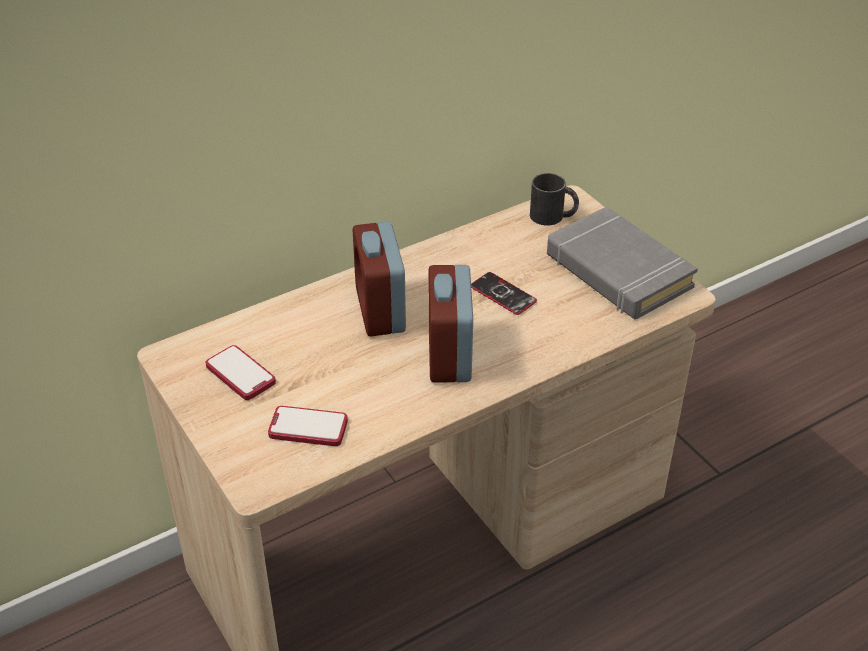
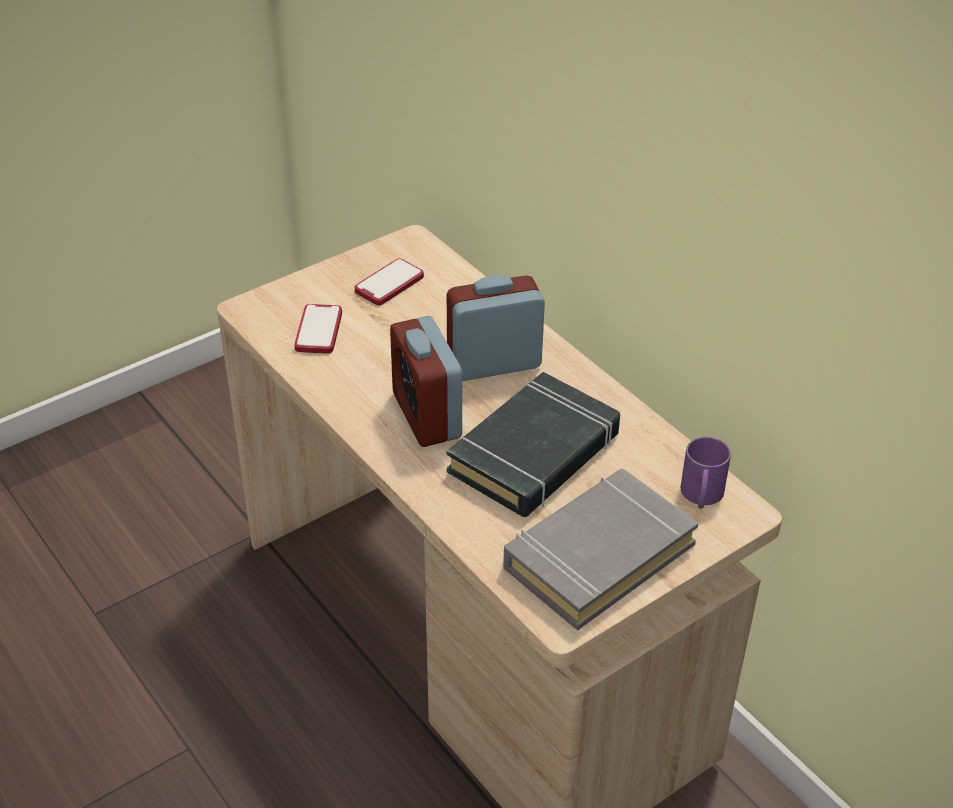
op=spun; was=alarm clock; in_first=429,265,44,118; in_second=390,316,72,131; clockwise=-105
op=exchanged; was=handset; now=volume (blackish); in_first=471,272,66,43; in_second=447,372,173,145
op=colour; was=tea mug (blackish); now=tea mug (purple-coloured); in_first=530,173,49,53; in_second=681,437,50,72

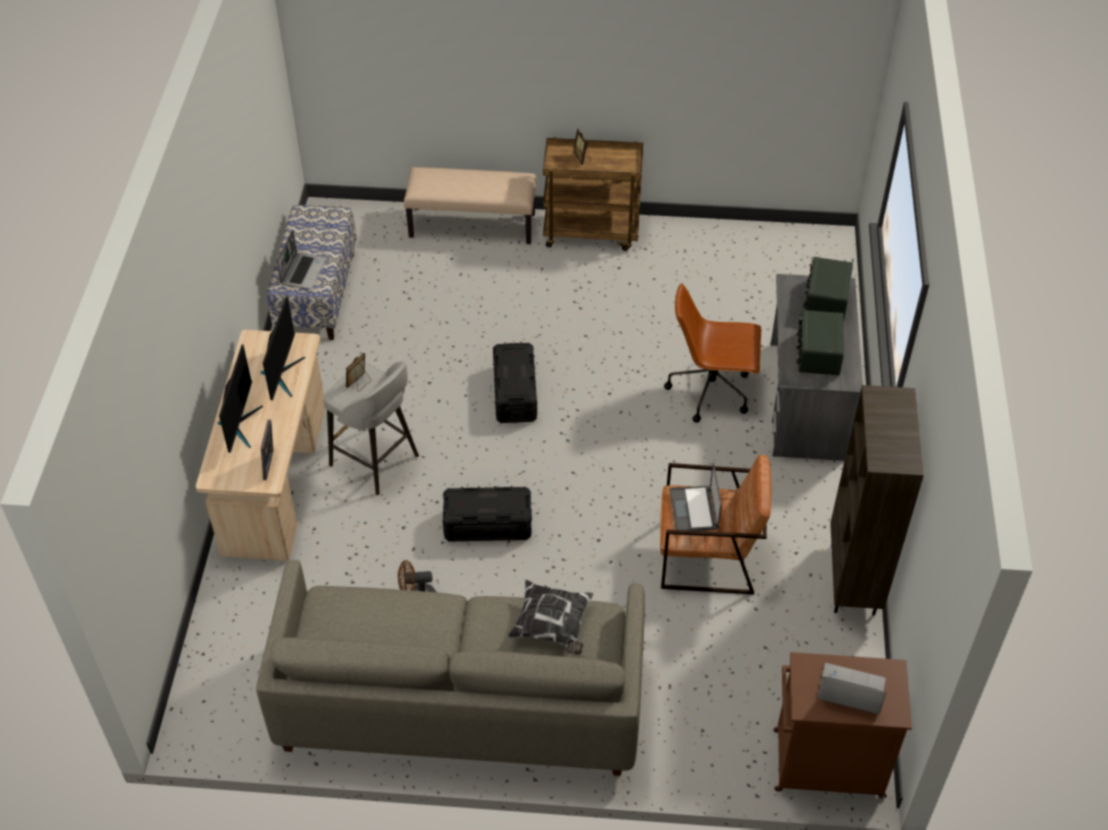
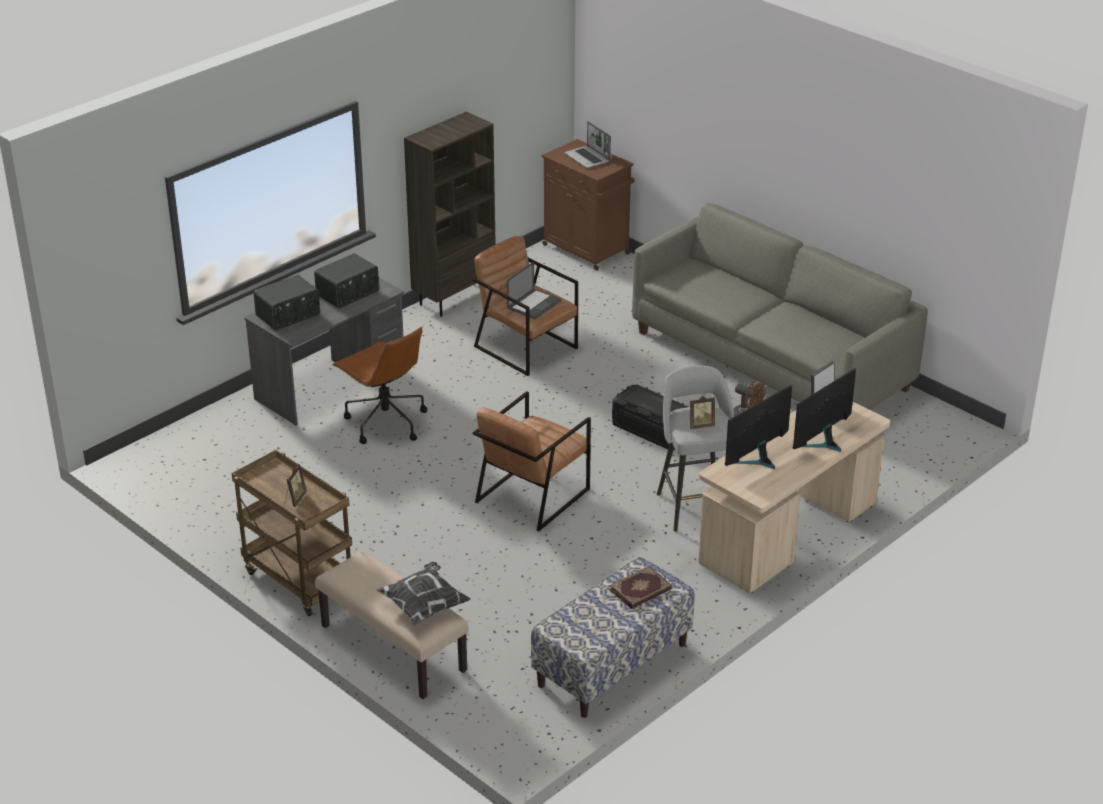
op=relocated; was=pillow; in_first=508,580,85,75; in_second=377,562,94,64
op=exchanged; was=storage box (blackish); now=lounge chair (brown); in_first=493,342,44,81; in_second=473,391,118,140
op=exchanged; was=laptop; now=volume; in_first=277,230,50,59; in_second=609,566,63,43

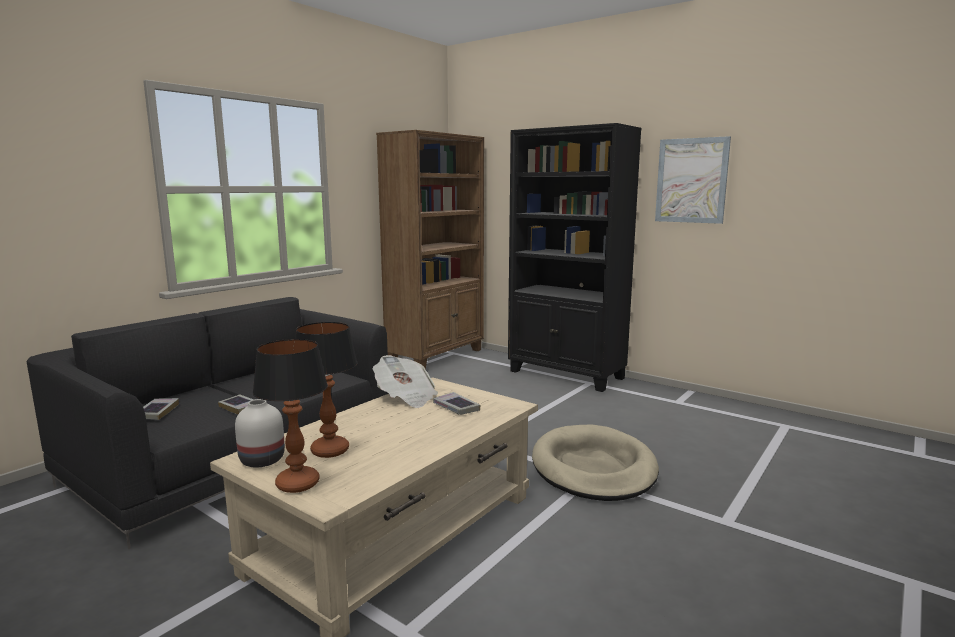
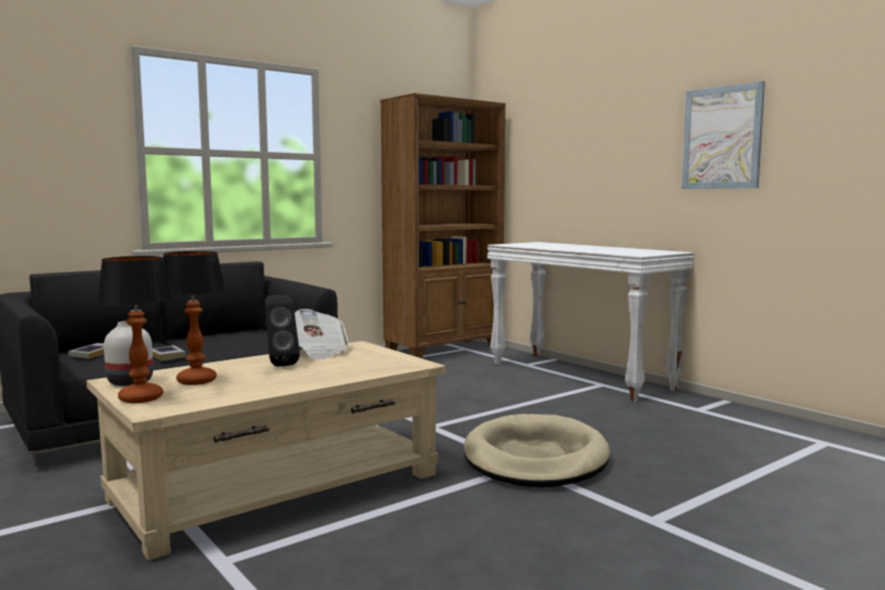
op=appeared; now=speaker (blackish); in_second=265,295,35,71
op=exchanged; was=bookcase (blackish); now=console table (whitish); in_first=508,123,134,269; in_second=487,242,207,160
op=missing; was=volume; in_first=433,392,47,23

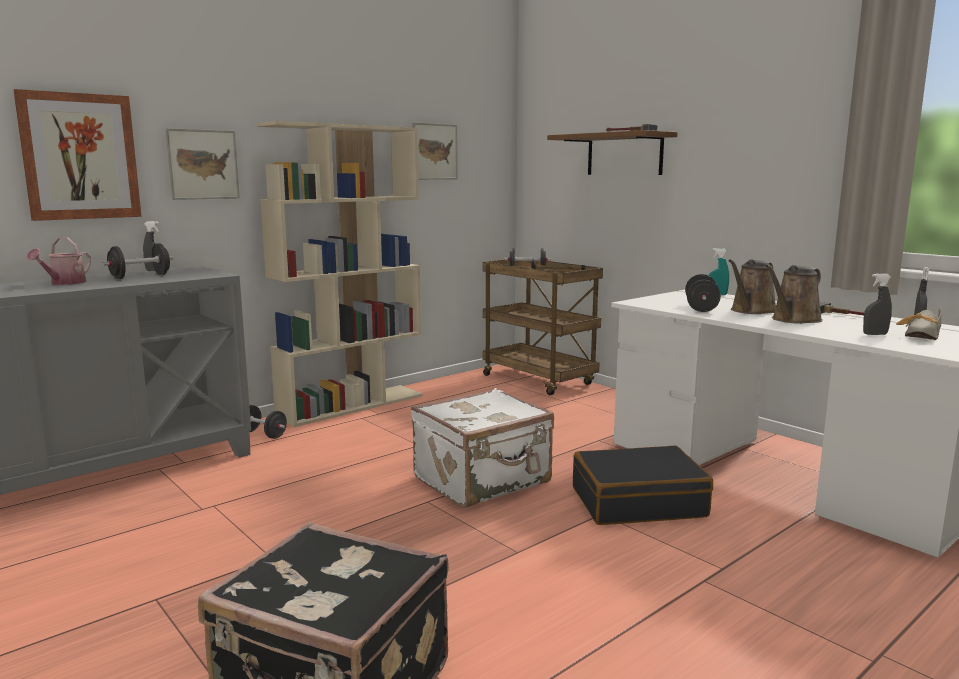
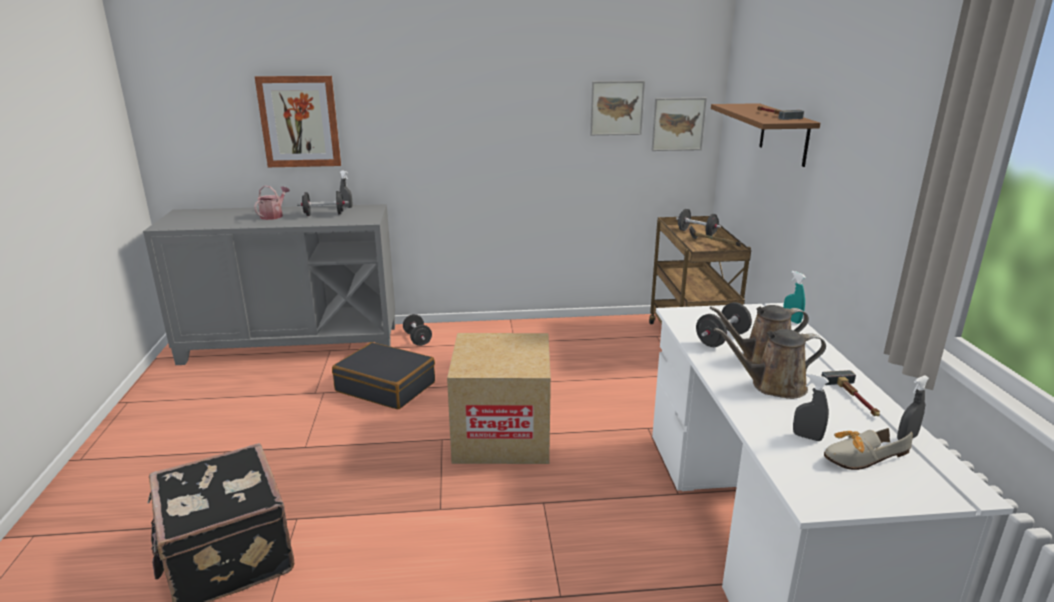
op=spun; was=watering can; in_first=27,237,64,48; in_second=254,186,36,34; clockwise=150
op=relocated; was=travel case (blackish); in_first=573,445,140,80; in_second=332,342,103,67
op=exchanged; was=travel case (whitish); now=cardboard box; in_first=411,388,143,120; in_second=447,333,104,131
op=relocated; was=wall picture; in_first=165,128,75,72; in_second=651,98,56,53
op=missing; was=bookcase (beige-coloured); in_first=255,121,167,306

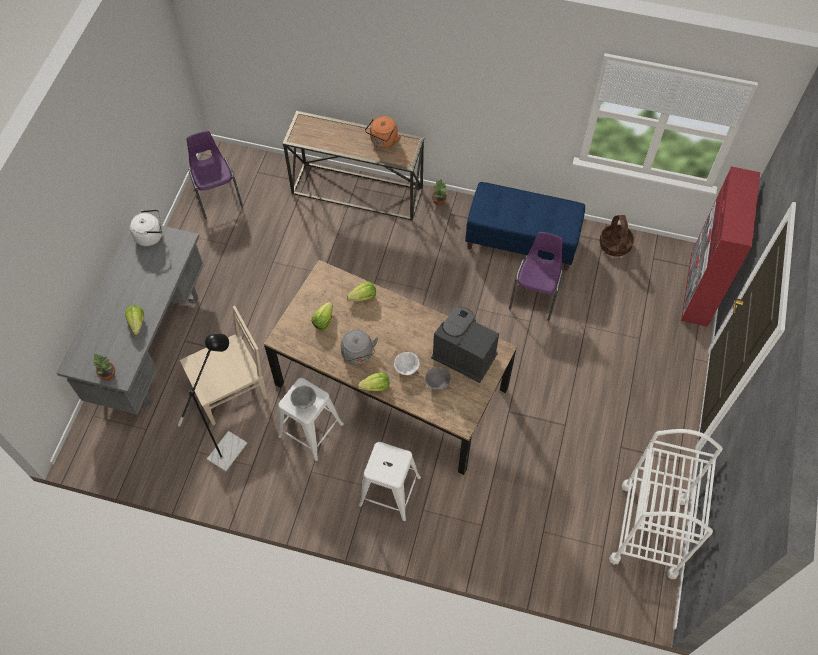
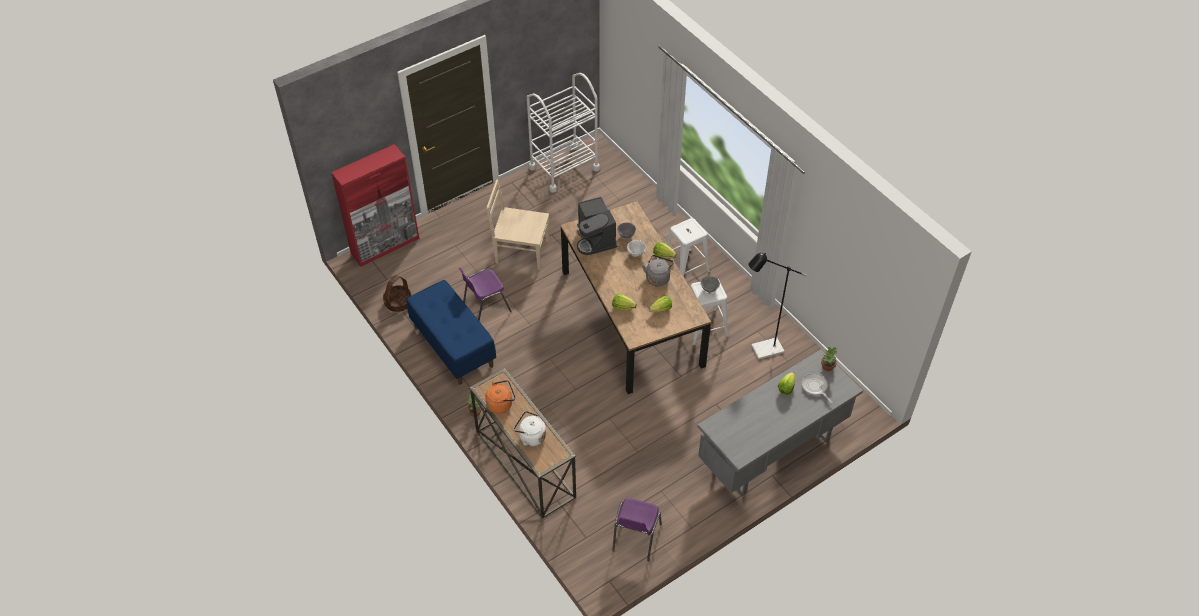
op=relocated; was=plain chair (beige-coloured); in_first=180,306,88,119; in_second=486,179,63,91
op=relocated; was=tea kettle (whitish); in_first=130,209,32,37; in_second=514,411,32,35
op=appeared; now=frying pan; in_second=801,373,31,30

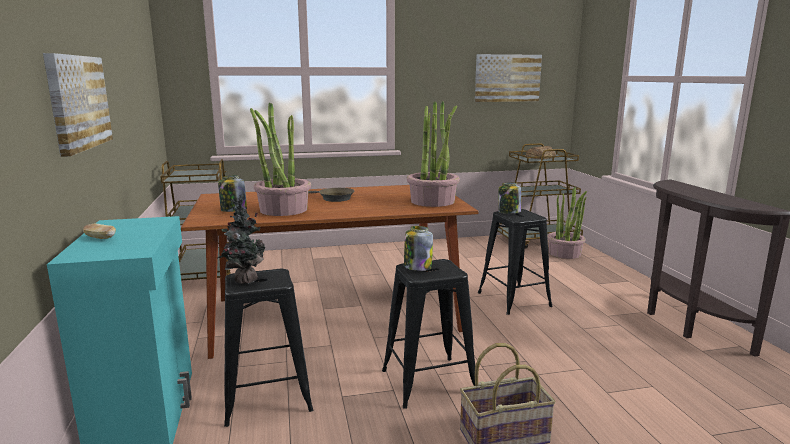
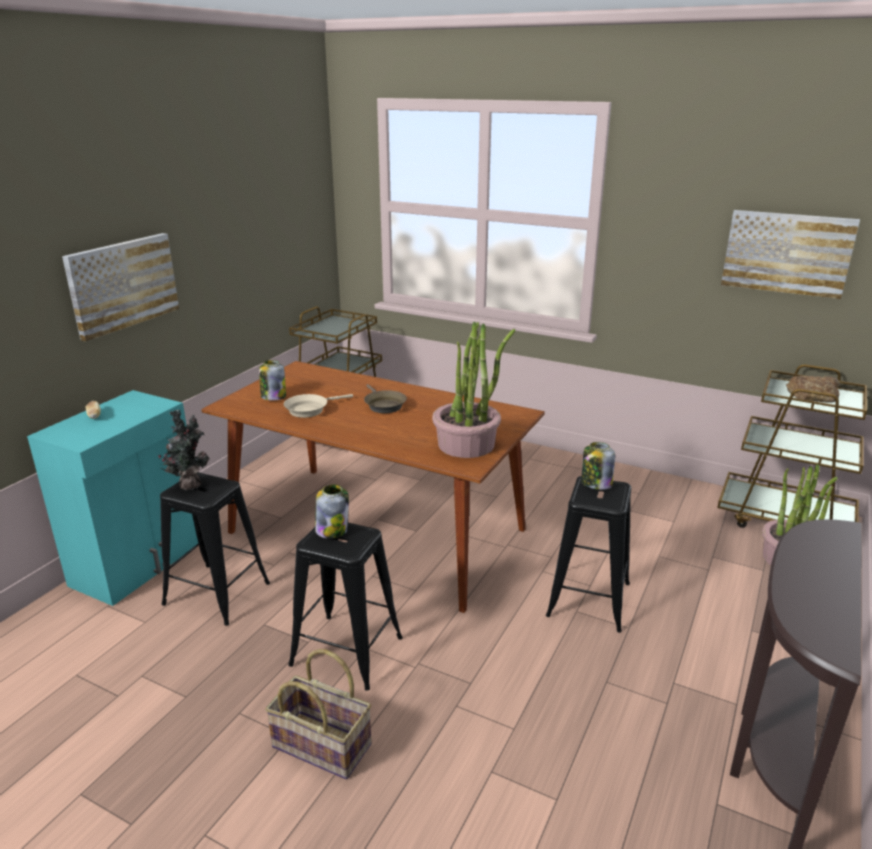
op=exchanged; was=houseplant; now=frying pan (beige-coloured); in_first=250,103,61,113; in_second=284,394,69,24

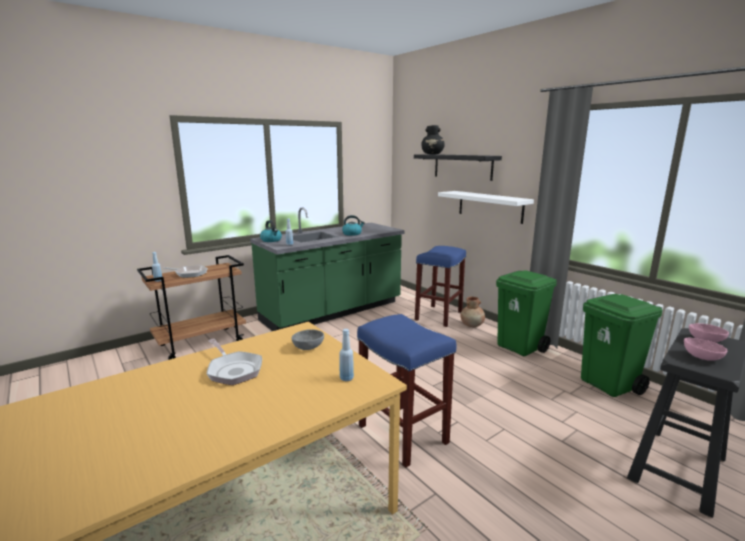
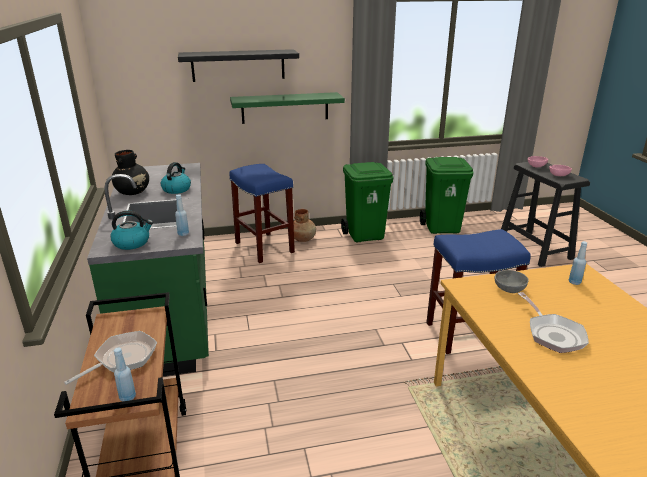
op=relocated; was=decorative vase (blackish); in_first=421,125,24,30; in_second=112,150,37,45
op=colour; was=bracket shelf (whitish); now=bracket shelf (green); in_first=438,191,96,33; in_second=230,92,115,32
op=spun; was=frying pan; in_first=207,339,55,46; in_second=518,292,71,61; clockwise=90

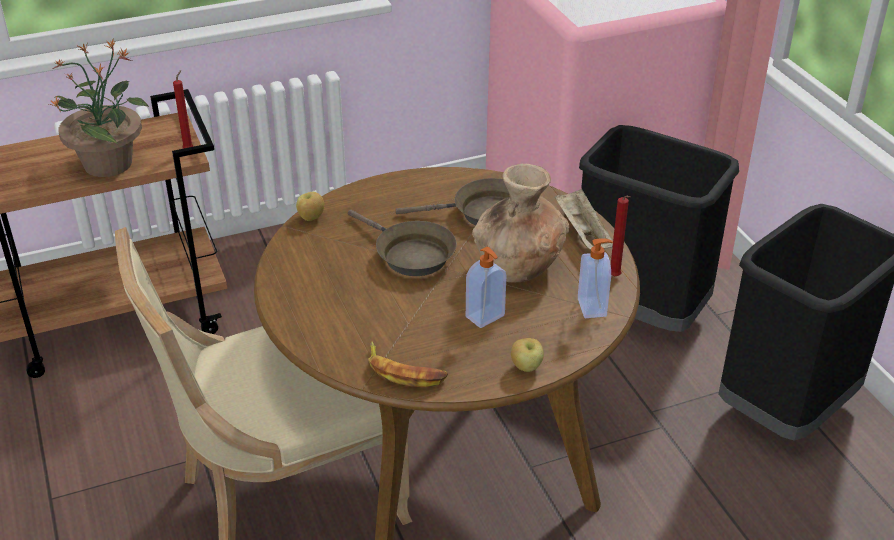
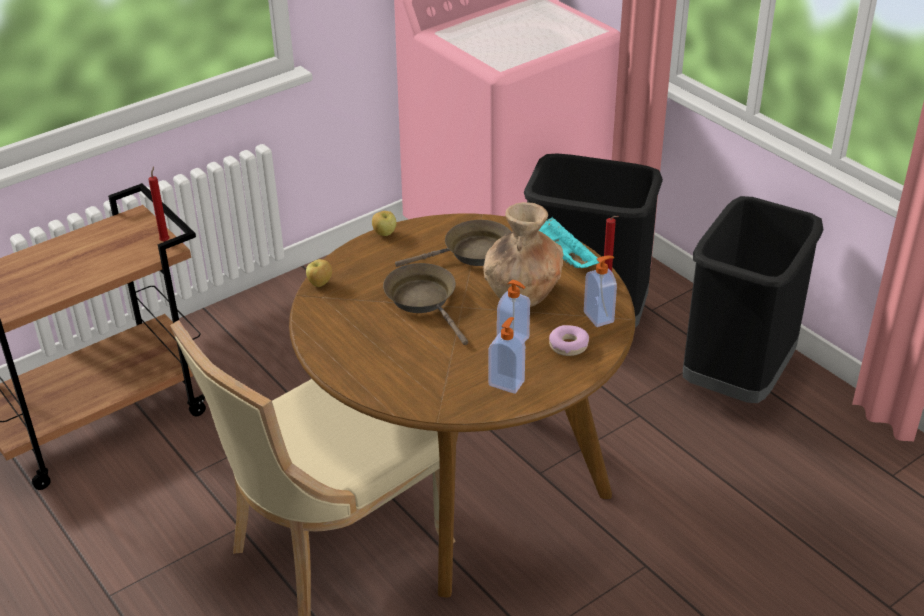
op=relocated; was=apple fruit; in_first=511,338,33,34; in_second=372,211,24,25
op=spun; was=frying pan (brown); in_first=348,210,109,66; in_second=383,263,85,82; clockwise=-150
op=appeared; now=soap bottle; in_second=489,317,36,77
op=colour; was=carrying tray (beige-coloured); now=carrying tray (turquoise-coloured); in_first=555,189,58,61; in_second=539,217,60,51
op=appeared; now=ring doughnut; in_second=549,325,40,31
op=missing; was=houseplant; in_first=49,40,101,137
op=missing; was=whole banana; in_first=368,342,80,45

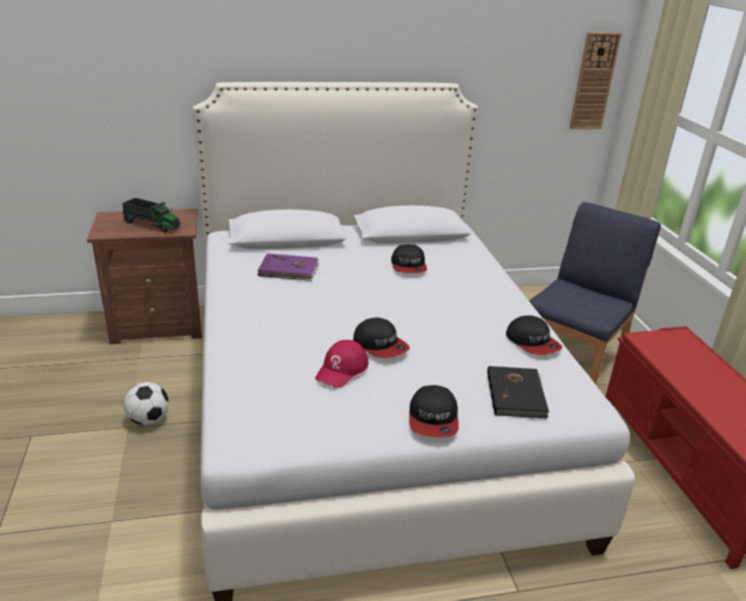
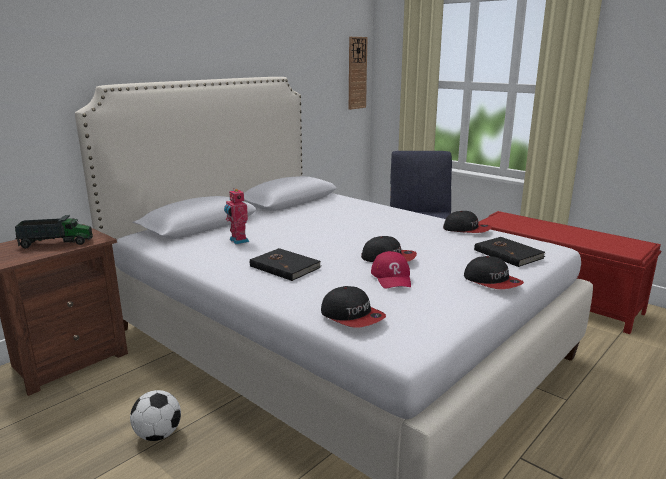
op=exchanged; was=volume (purple-coloured); now=robot figure; in_first=257,253,62,28; in_second=224,188,25,56
op=appeared; now=volume (blackish); in_second=250,248,71,33
op=relocated; was=baseball cap; in_first=391,244,36,29; in_second=321,286,65,41

